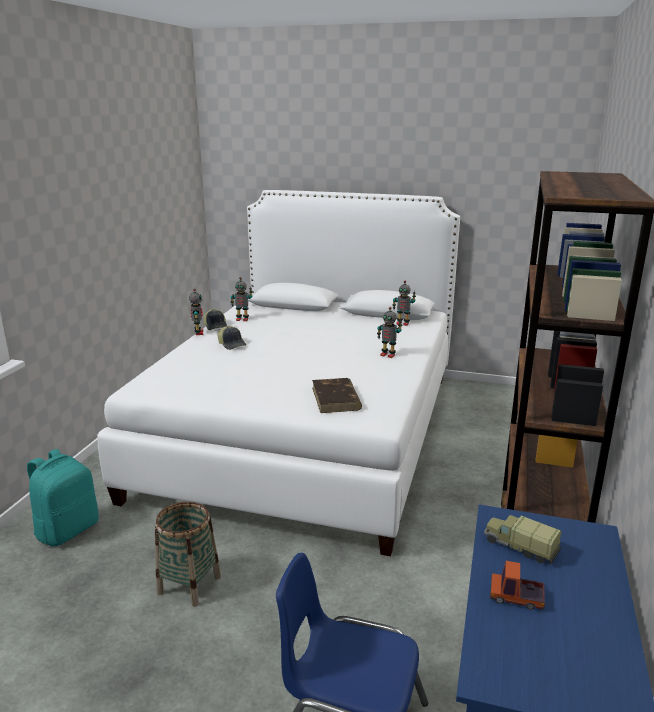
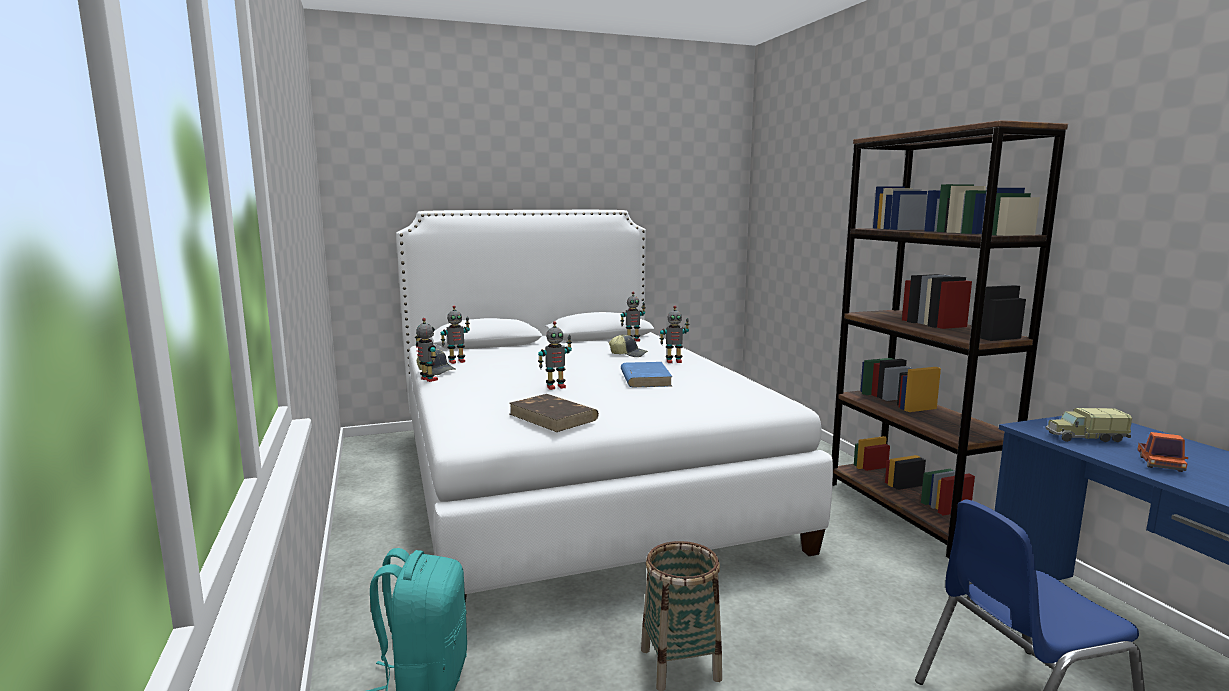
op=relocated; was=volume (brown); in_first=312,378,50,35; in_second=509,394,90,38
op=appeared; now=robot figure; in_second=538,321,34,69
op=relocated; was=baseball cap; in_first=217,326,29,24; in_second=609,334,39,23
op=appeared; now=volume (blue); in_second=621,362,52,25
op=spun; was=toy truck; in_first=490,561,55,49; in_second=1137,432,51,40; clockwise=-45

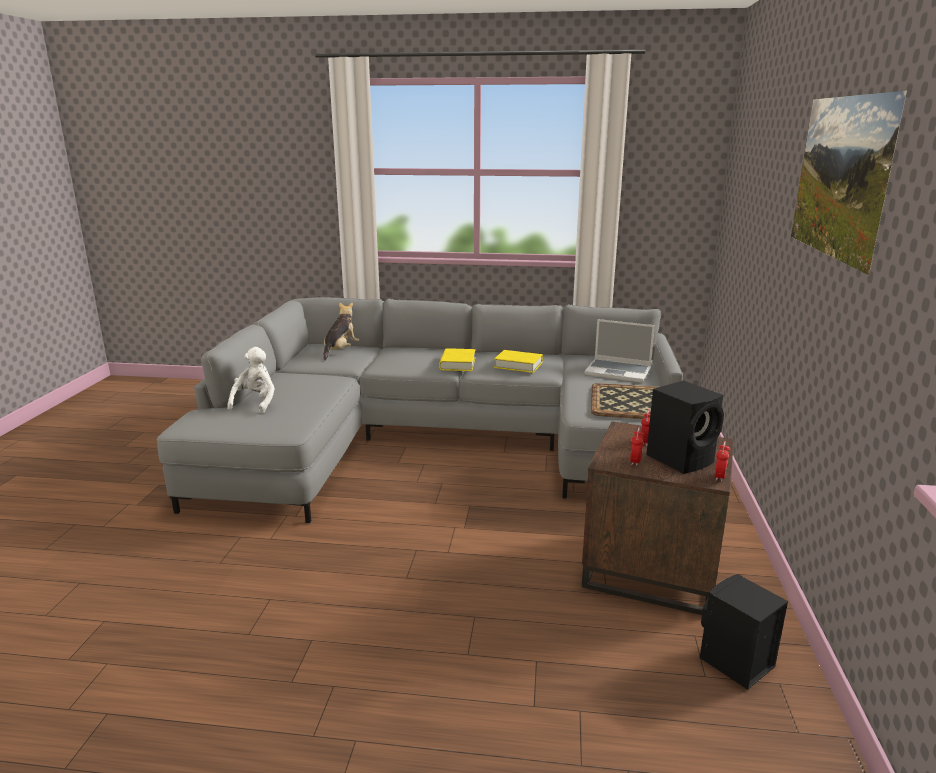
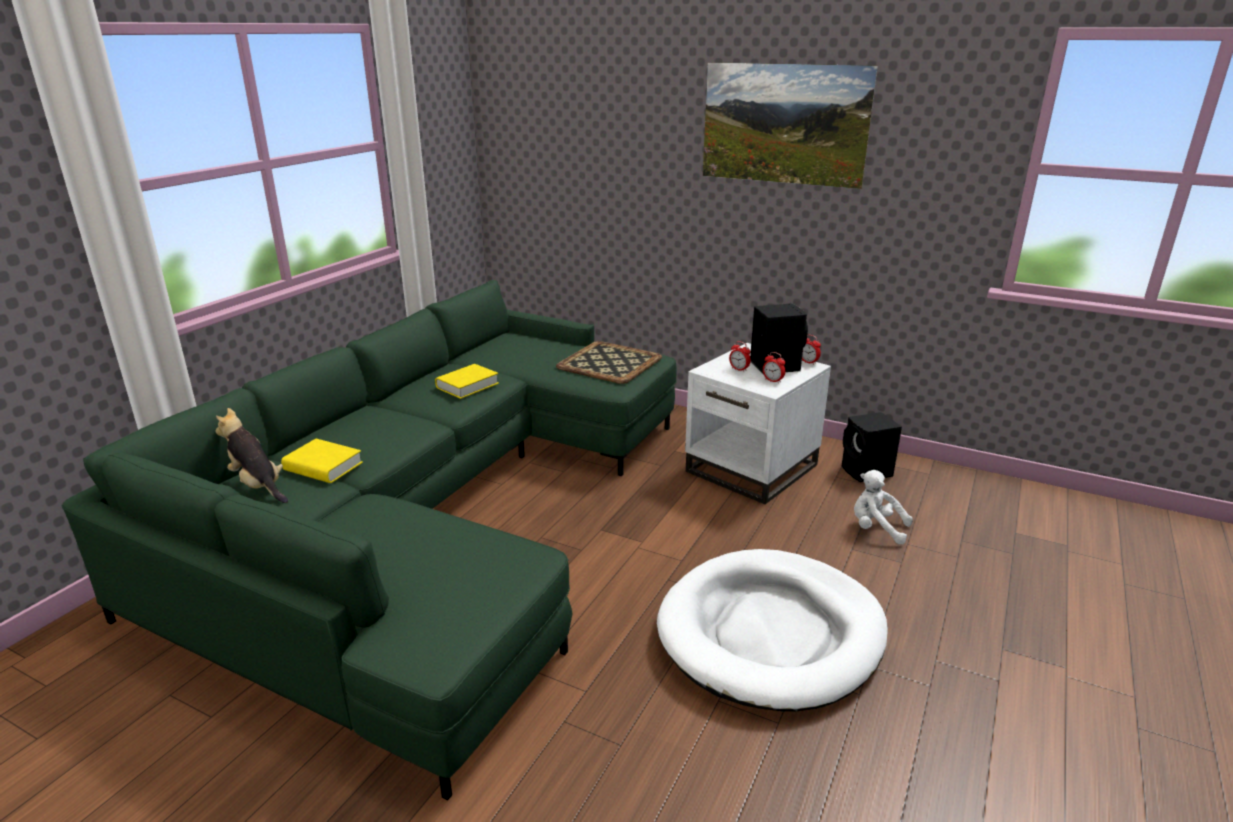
op=colour; was=settee (grey); now=settee (green); in_first=157,297,526,226; in_second=61,280,615,521
op=relocated; was=volume (yellow); in_first=439,348,36,23; in_second=281,439,82,44
op=appeared; now=pet bed (whitish); in_second=657,549,231,163
op=colour; was=side table (brown); now=side table (whitish); in_first=582,421,152,194; in_second=685,343,146,161
op=relocated; was=cuddly toy (whitish); in_first=227,347,48,67; in_second=854,470,59,74
op=missing; was=laptop; in_first=584,319,71,64

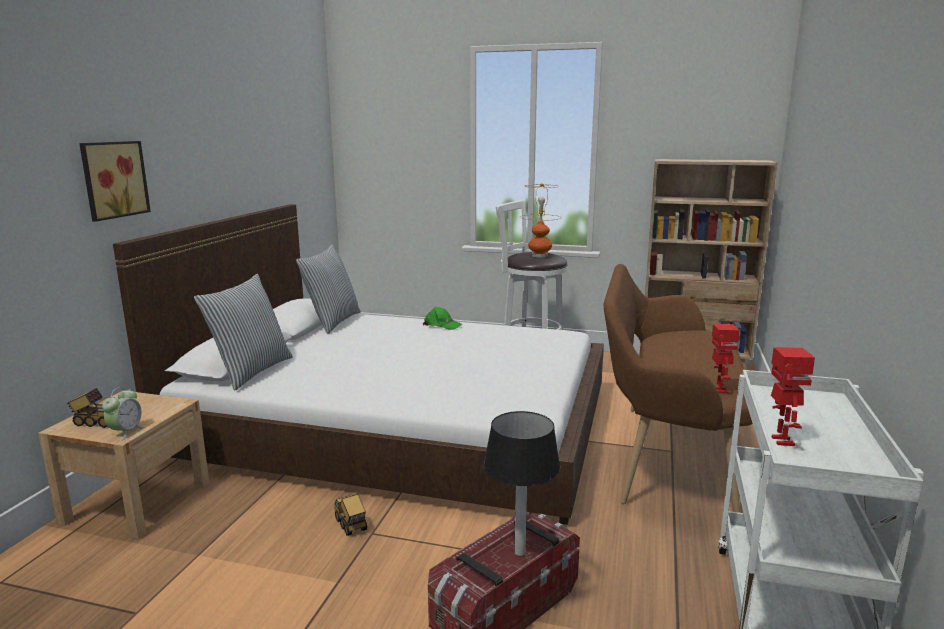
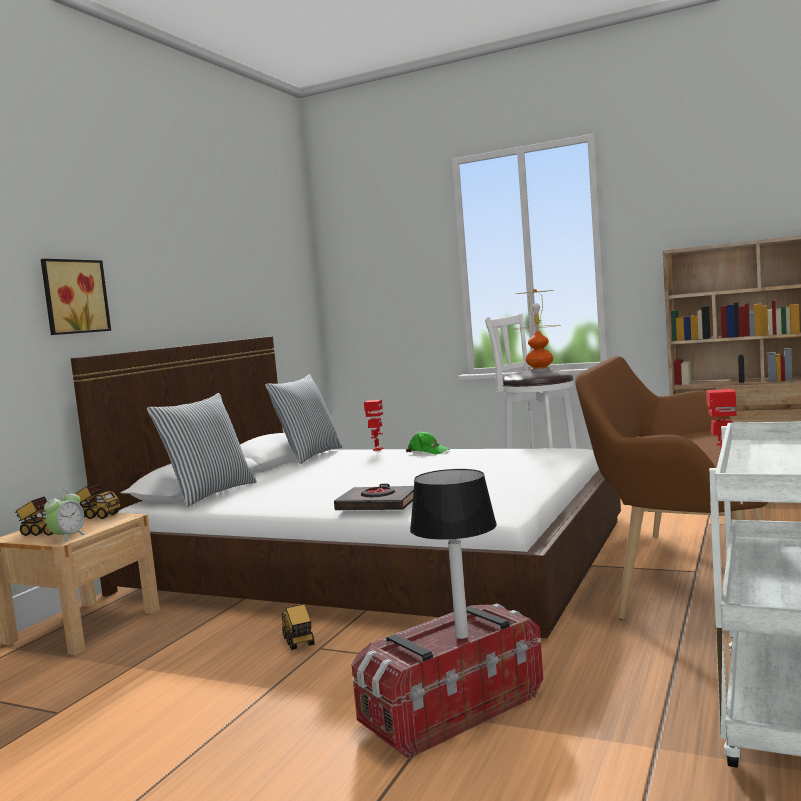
op=appeared; now=toy truck; in_second=75,482,46,37
op=appeared; now=volume (blackish); in_second=334,484,80,26
op=relocated; was=robot figure; in_first=771,347,44,99; in_second=364,400,20,51

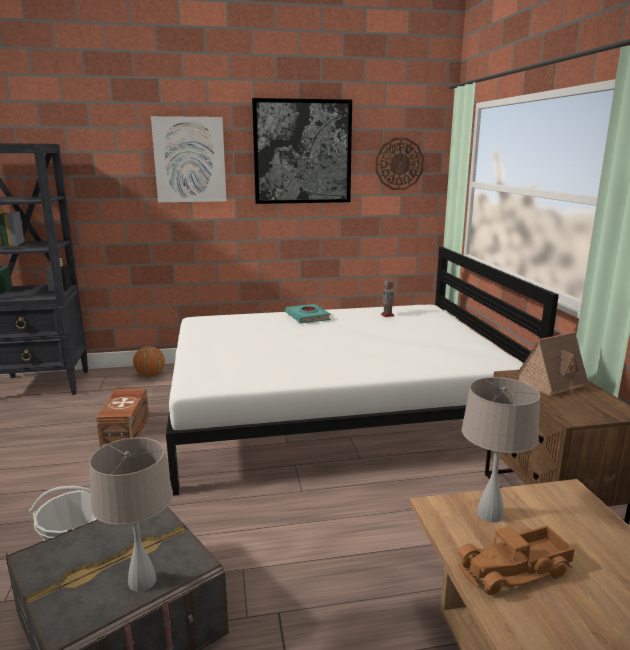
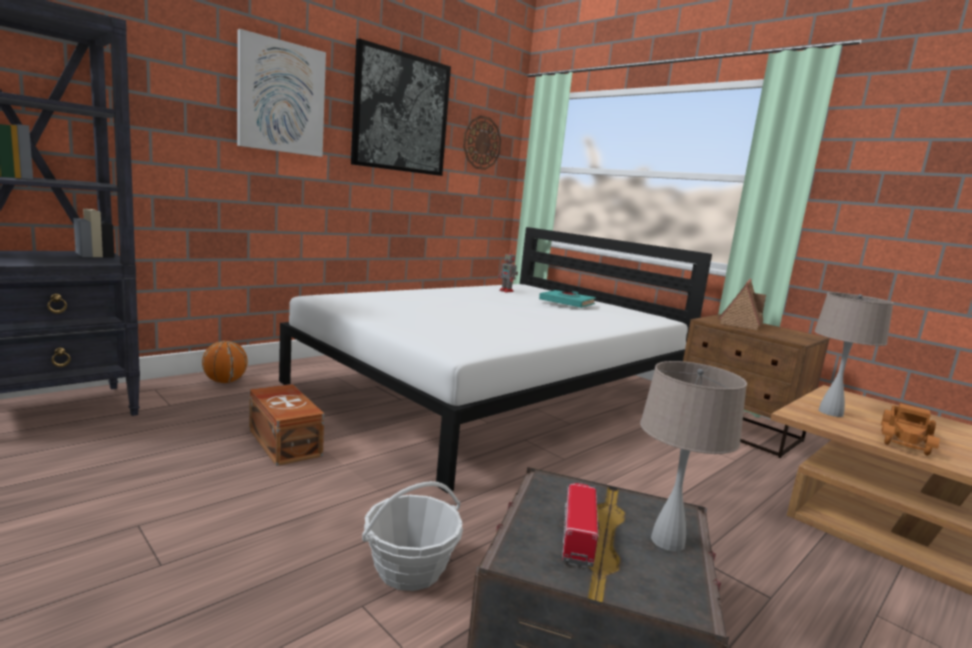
op=relocated; was=volume (turquoise-coloured); in_first=285,304,46,20; in_second=539,290,57,18
op=appeared; now=toy truck; in_second=562,483,36,85

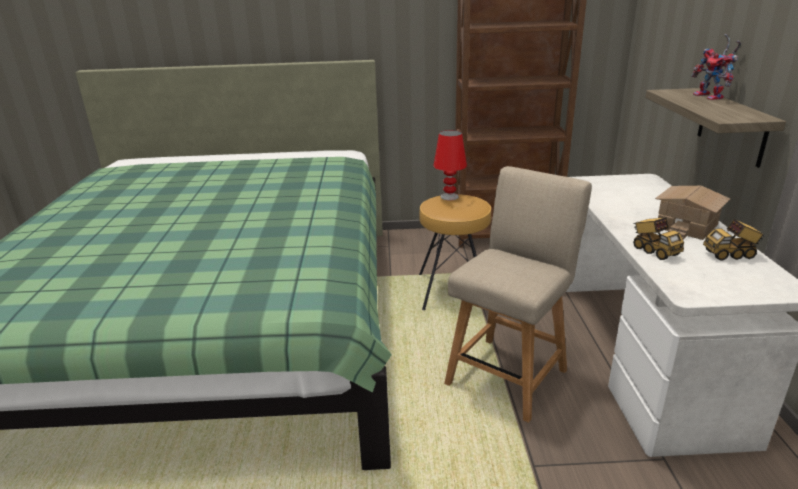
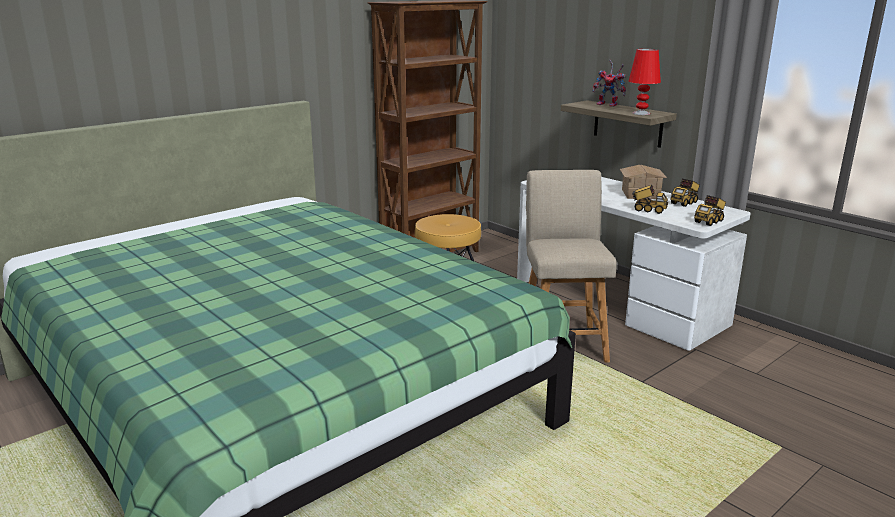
op=relocated; was=table lamp (red); in_first=433,130,34,71; in_second=629,49,32,66
op=appeared; now=toy truck; in_second=694,195,32,31

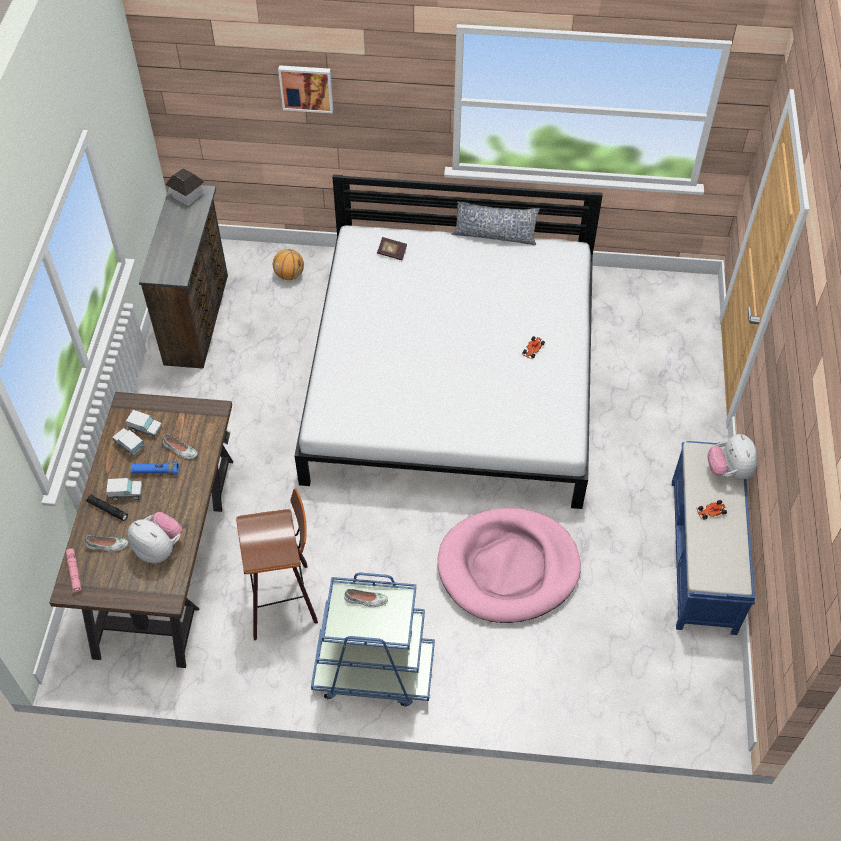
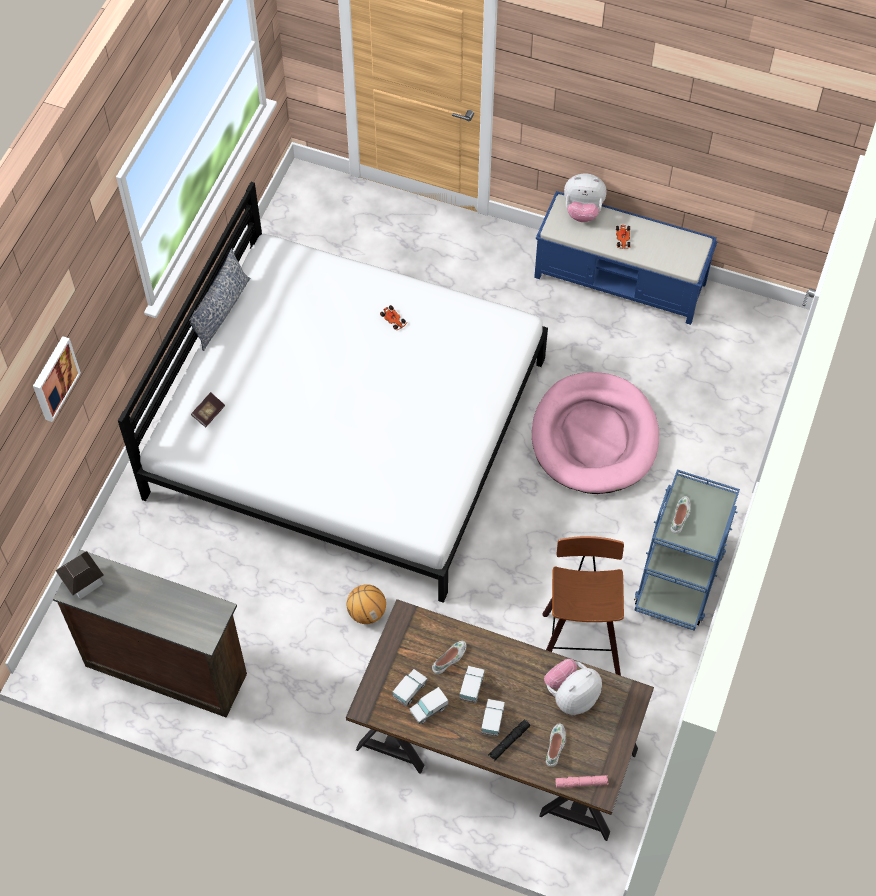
op=relocated; was=ball for basketball; in_first=273,249,31,31; in_second=347,584,39,40
op=exchanged; was=flashlight (blue); now=toy truck; in_first=131,462,48,13; in_second=460,666,25,37

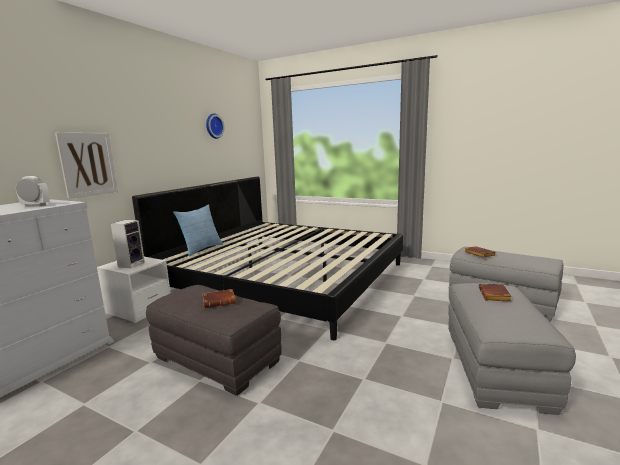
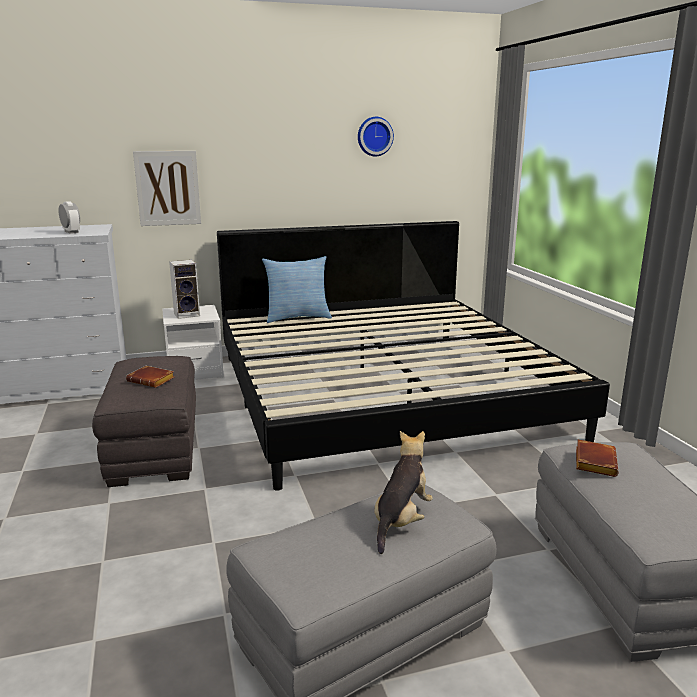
op=exchanged; was=volume (brown); now=cuddly toy; in_first=479,284,33,17; in_second=374,431,59,123

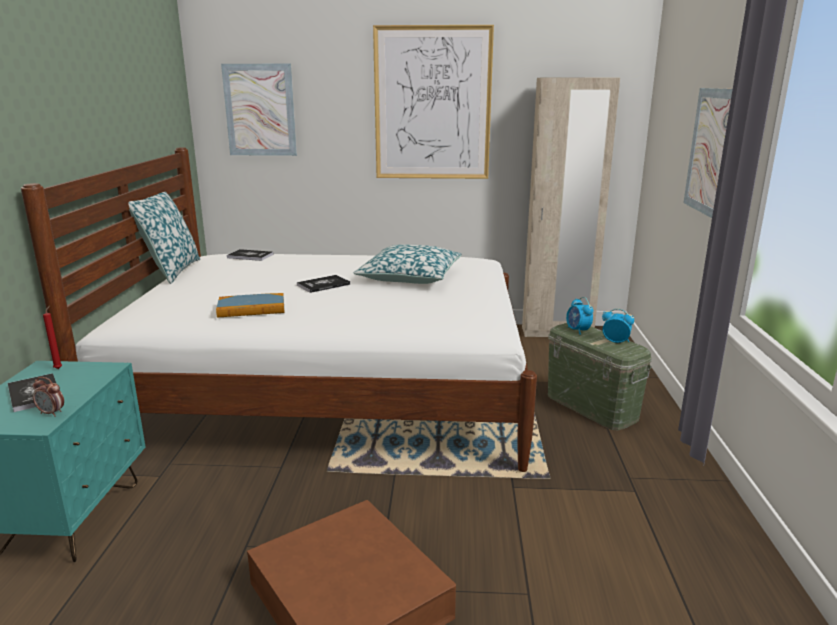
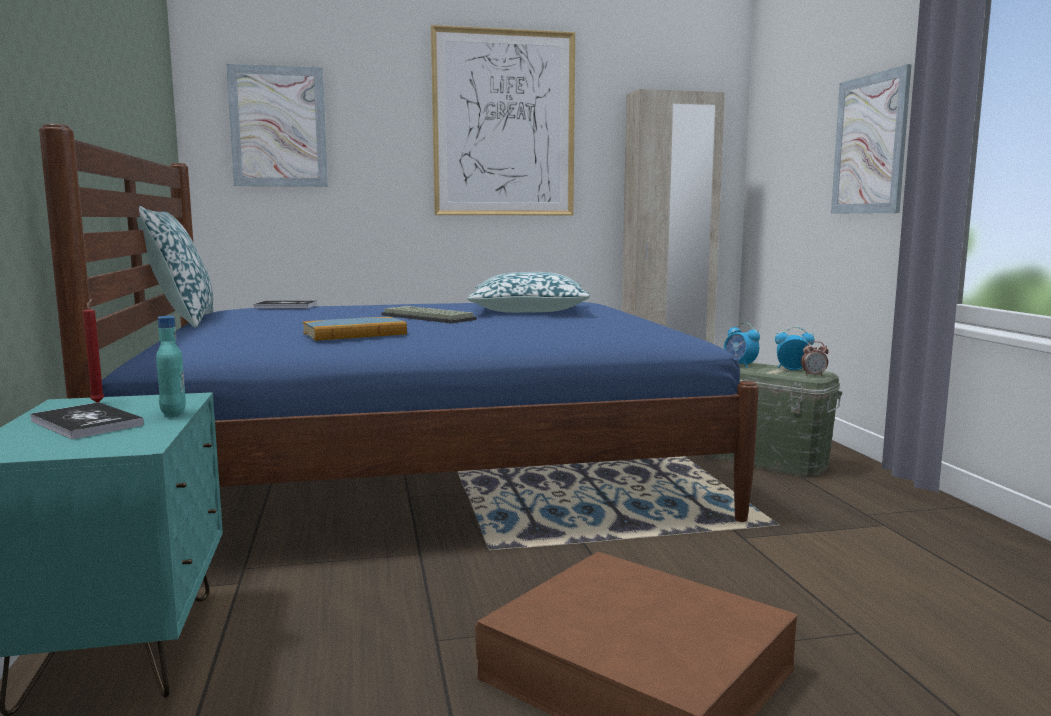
op=colour; was=bed (whitish); now=bed (blue); in_first=21,147,516,325; in_second=39,124,720,398
op=appeared; now=beverage bottle (turquoise-coloured); in_second=156,316,30,101
op=exchanged; was=volume; now=computer keyboard; in_first=297,275,53,18; in_second=381,306,96,17
op=relocated; was=alarm clock; in_first=33,377,31,40; in_second=801,341,28,35

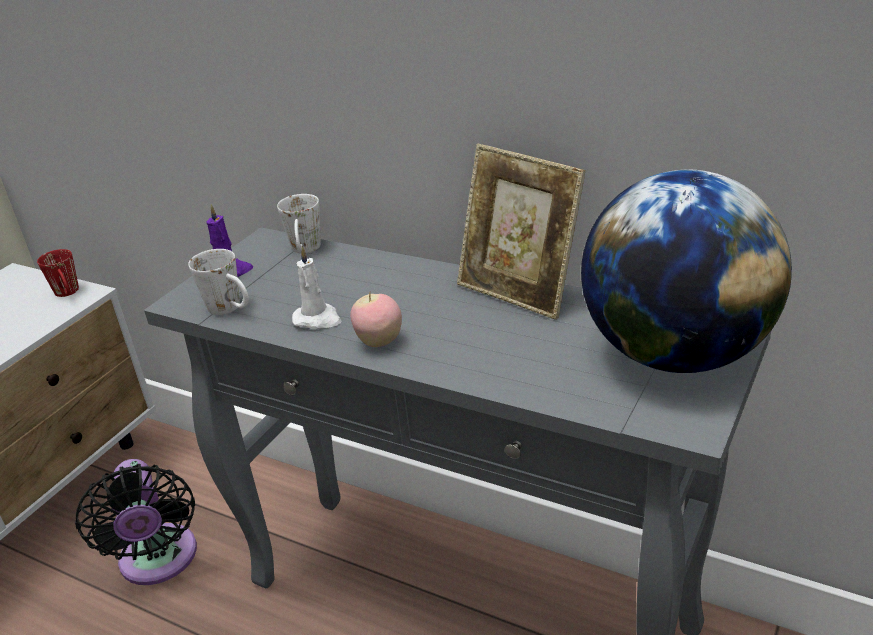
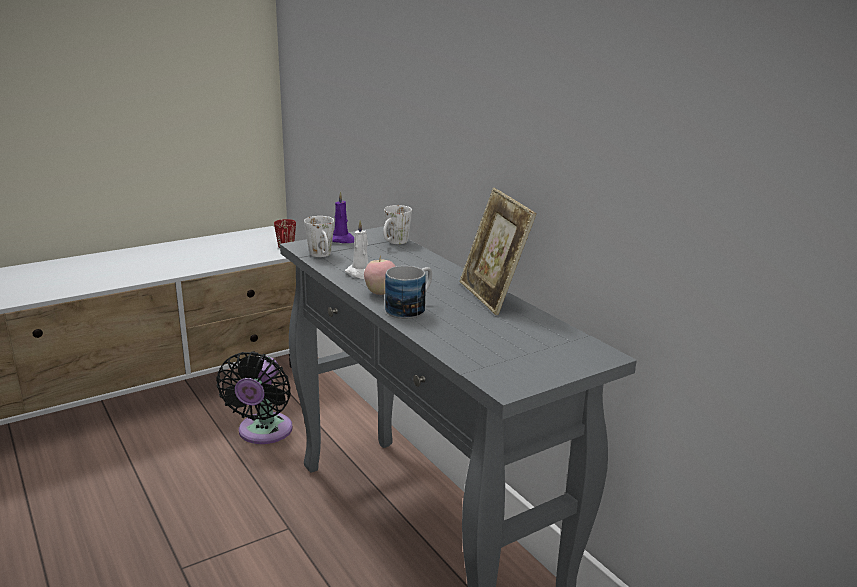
op=appeared; now=tea mug; in_second=385,266,47,53
op=missing; was=world globe; in_first=581,170,211,203

